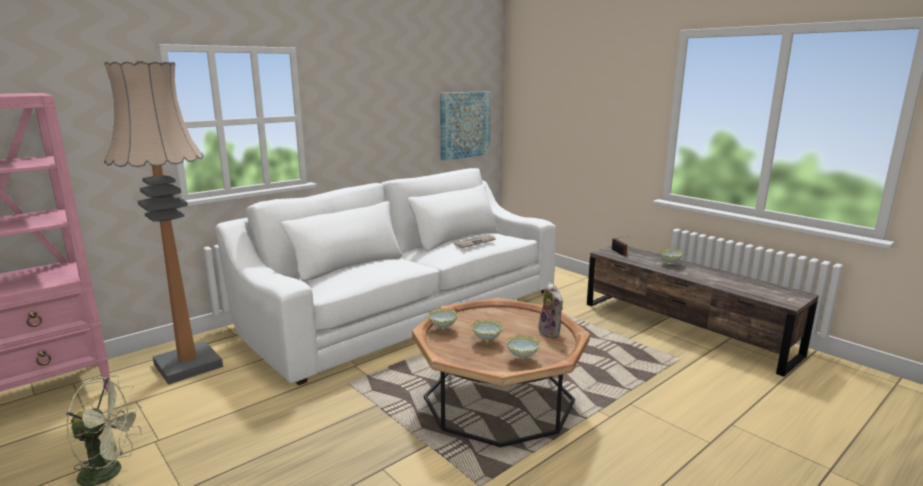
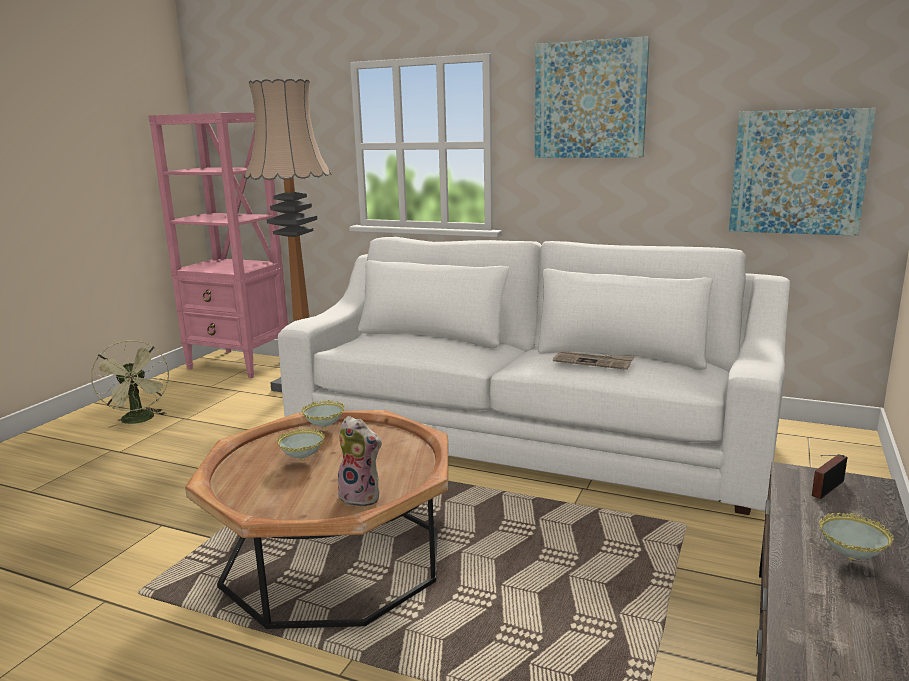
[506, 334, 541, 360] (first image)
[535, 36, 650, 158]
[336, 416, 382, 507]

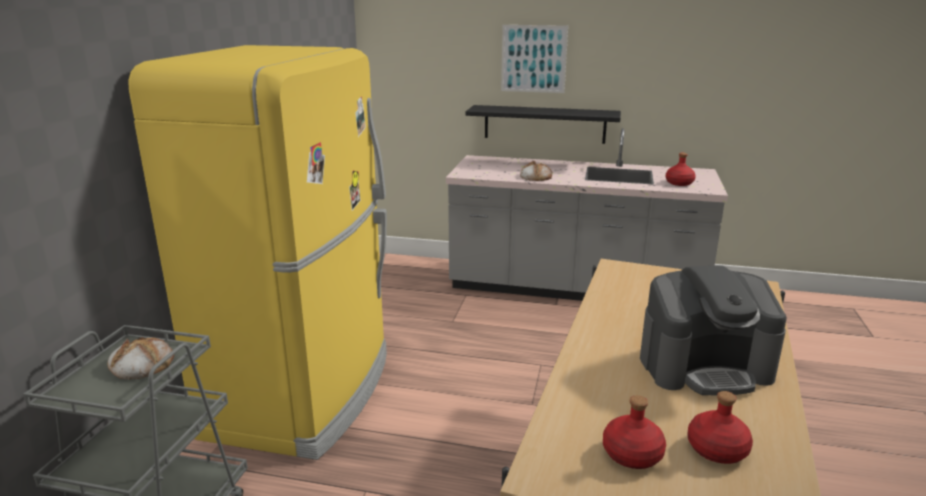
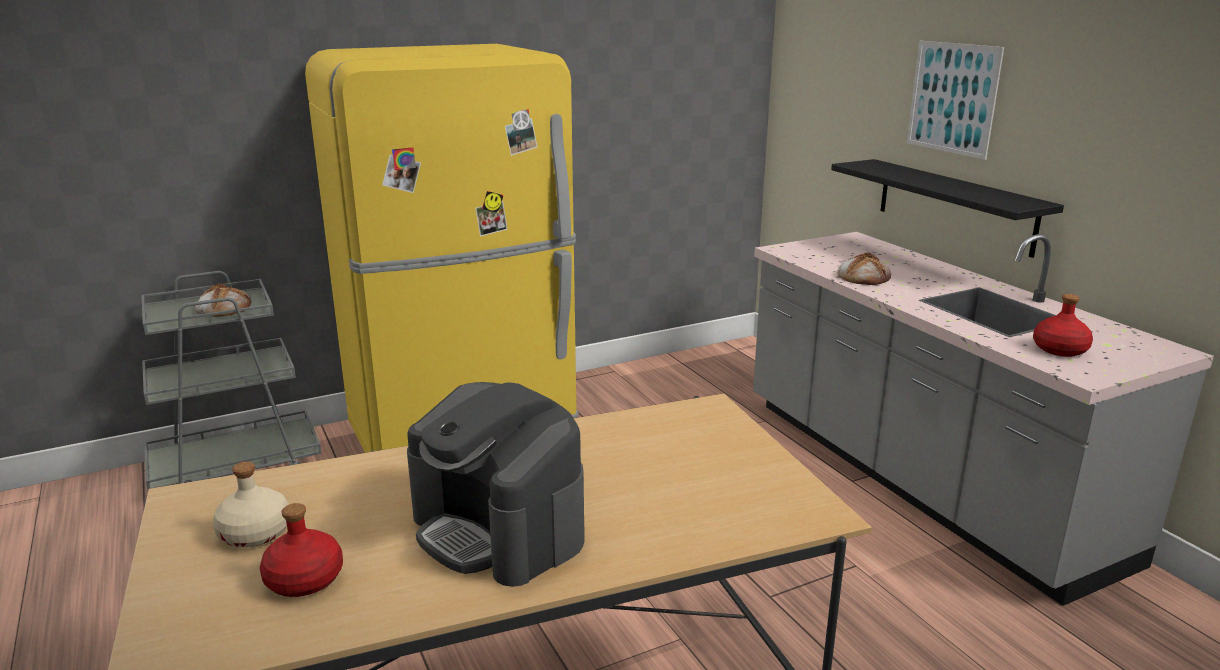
[213, 461, 289, 547]

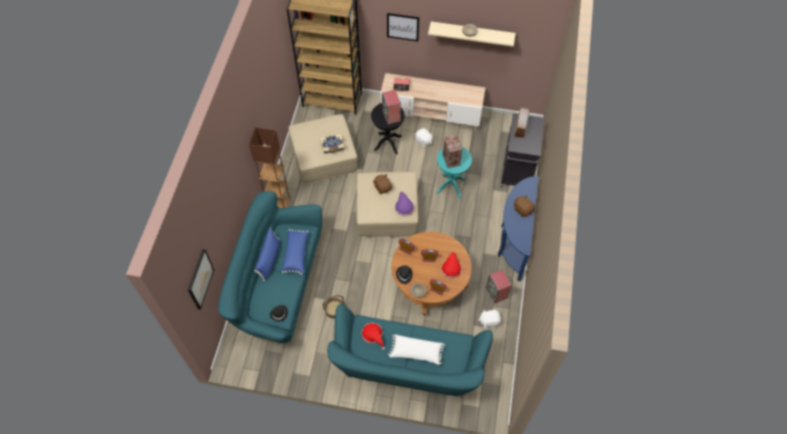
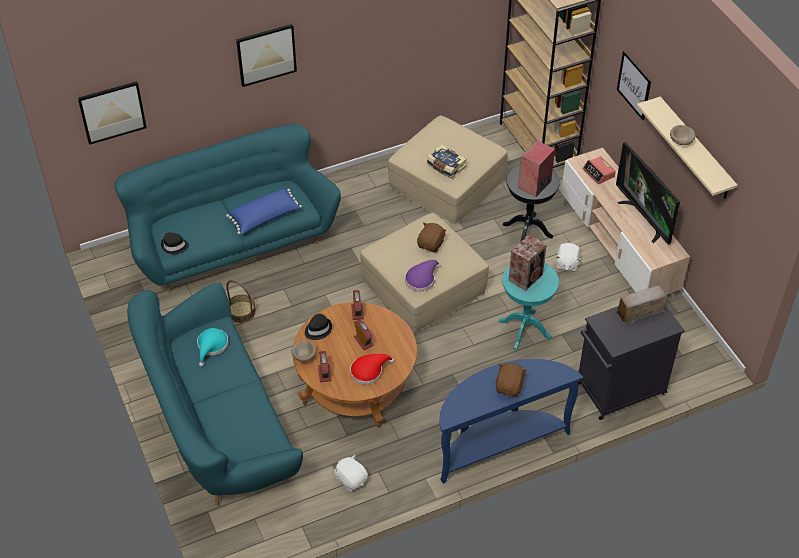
[249, 127, 291, 208] (first image)
[254, 228, 280, 281] (first image)
[388, 334, 445, 365] (first image)
[486, 269, 512, 303] (first image)
[236, 24, 297, 87]
[616, 142, 680, 245]
[197, 328, 229, 367]

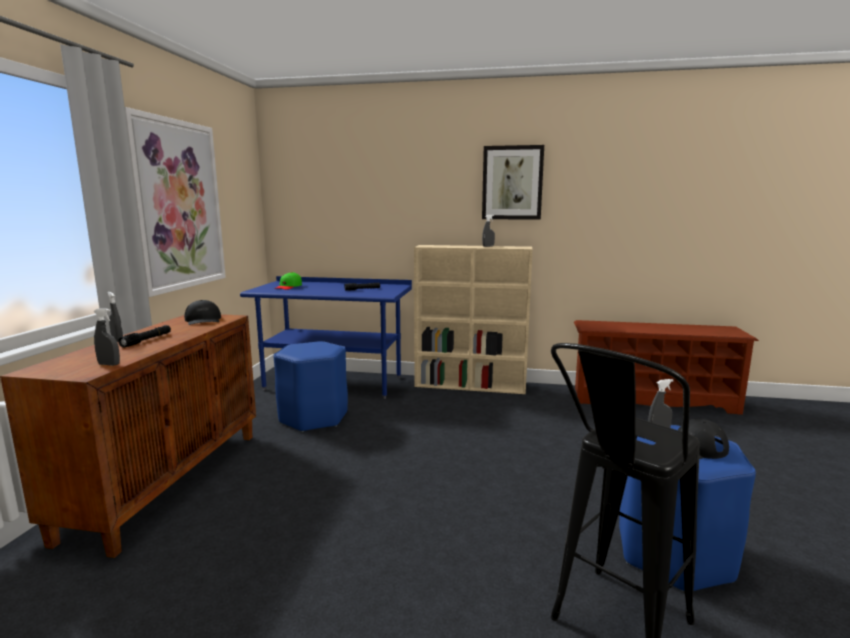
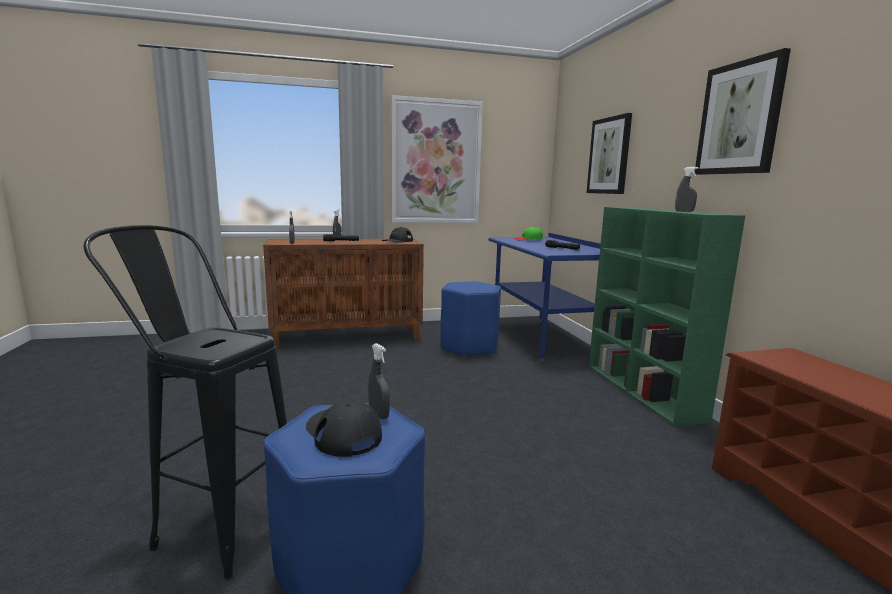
[587, 113, 632, 194]
[589, 207, 745, 427]

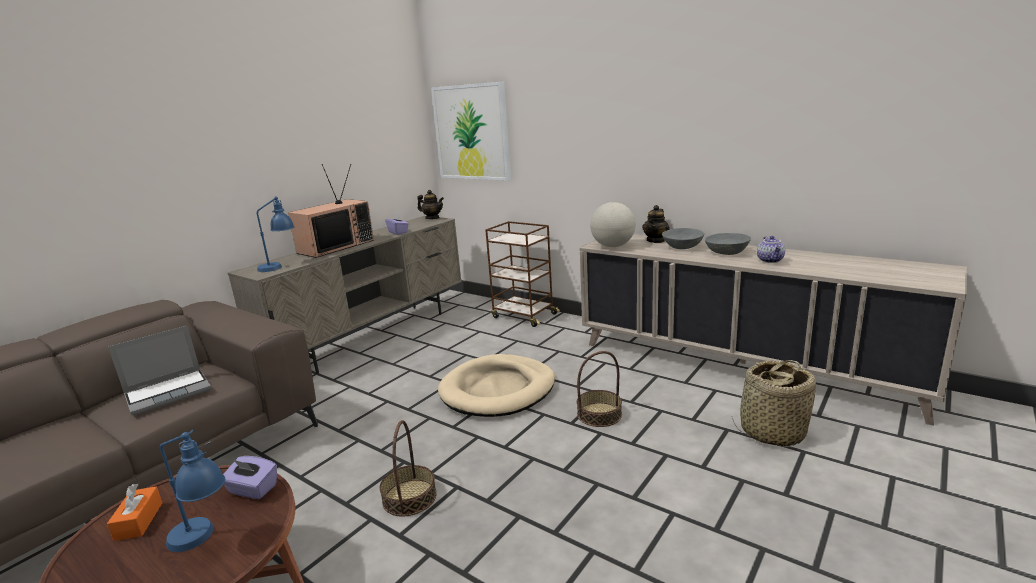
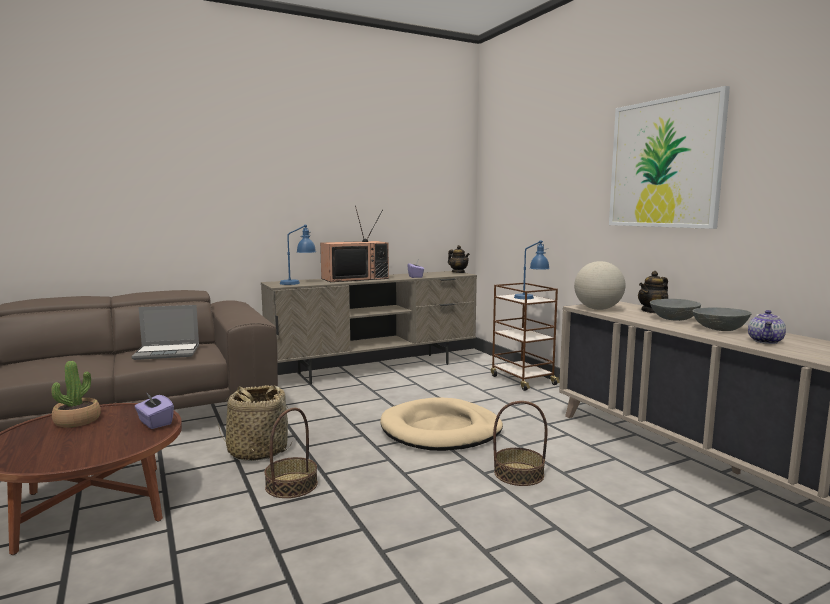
[514, 240, 550, 299]
[609, 86, 730, 229]
[218, 385, 293, 461]
[51, 361, 101, 427]

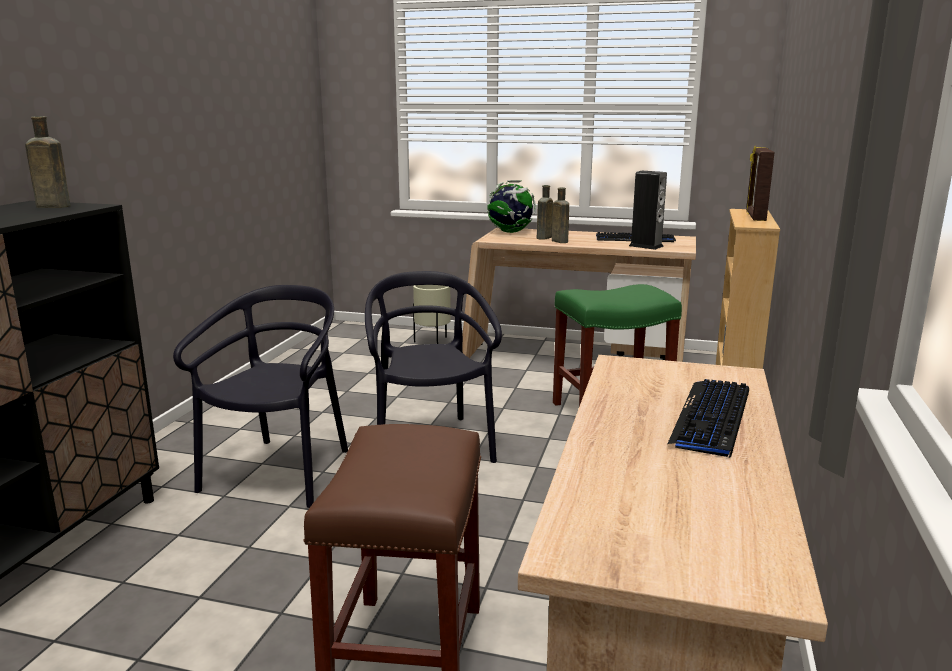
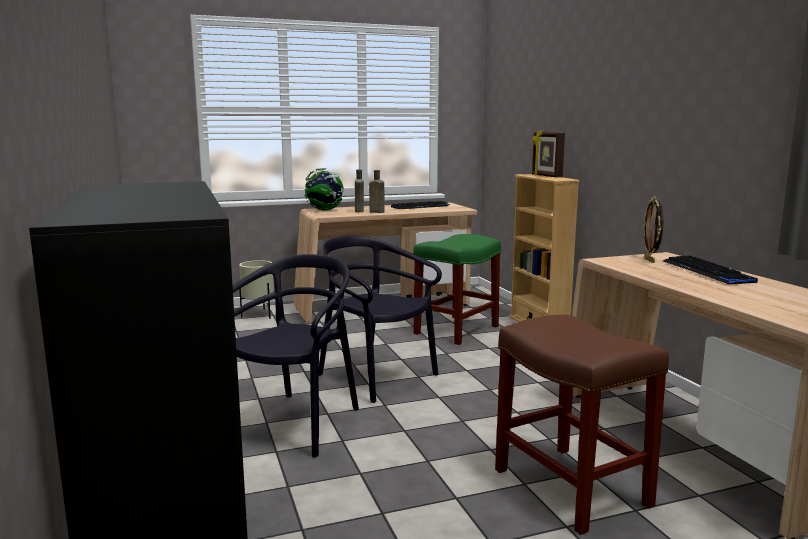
[25, 116, 70, 208] (first image)
[629, 171, 667, 250] (first image)
[643, 196, 663, 263]
[233, 254, 359, 458]

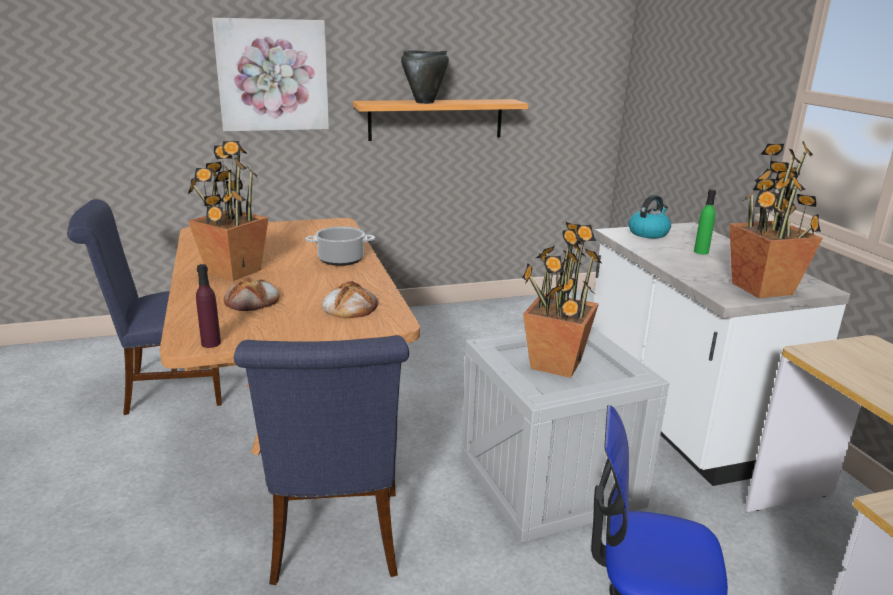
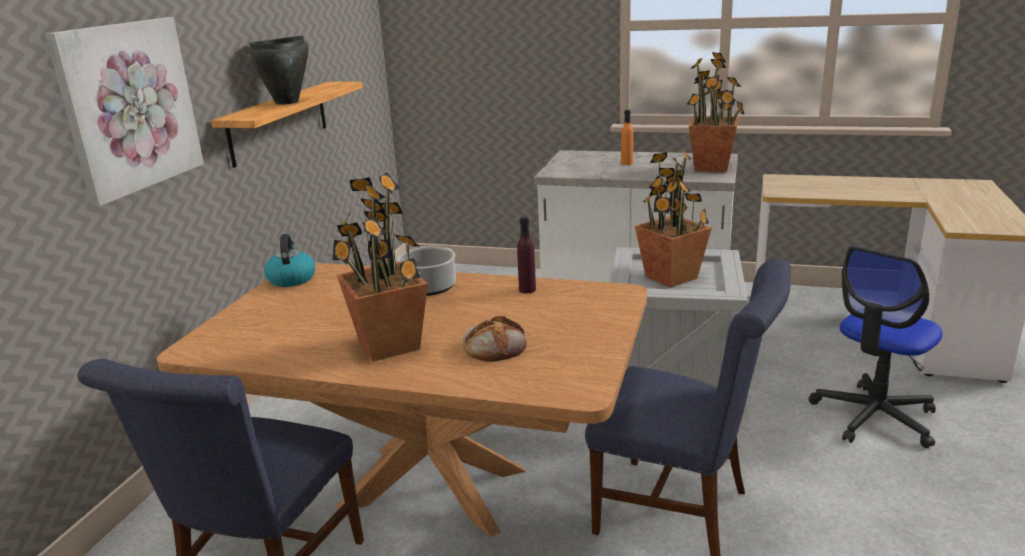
[322, 281, 378, 318] (first image)
[517, 217, 536, 294]
[264, 234, 315, 287]
[621, 110, 633, 165]

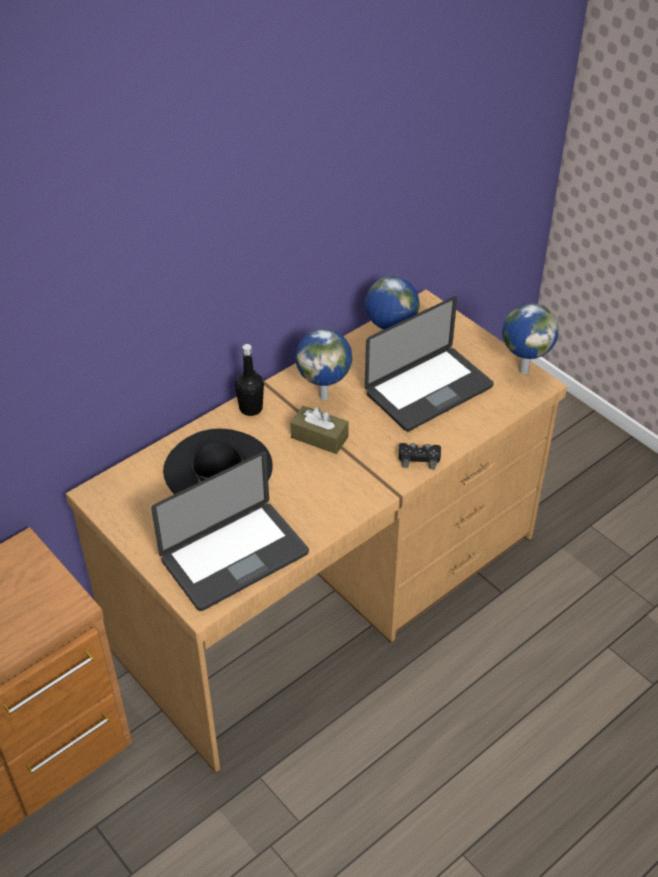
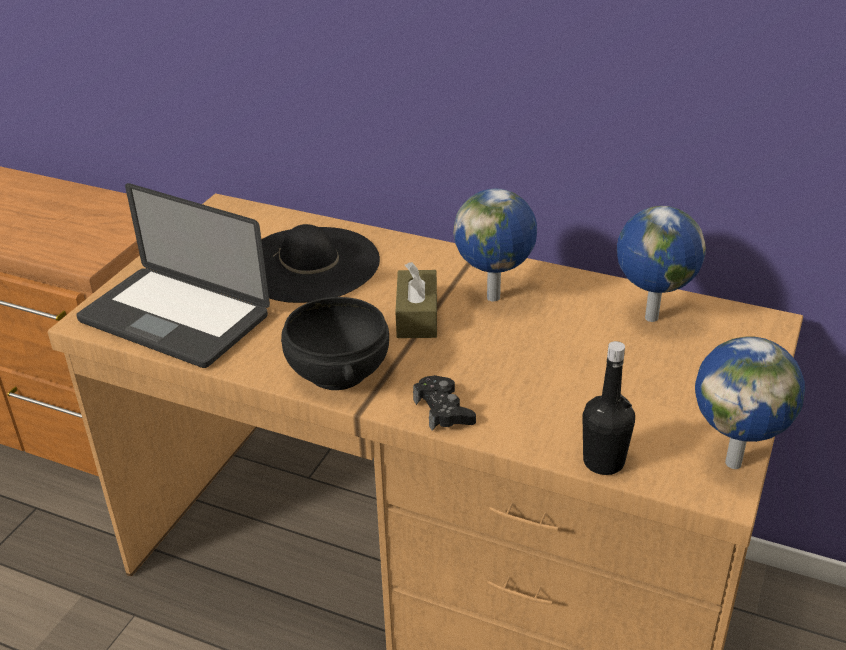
[365, 296, 494, 431] (first image)
[281, 297, 389, 390]
[582, 341, 635, 475]

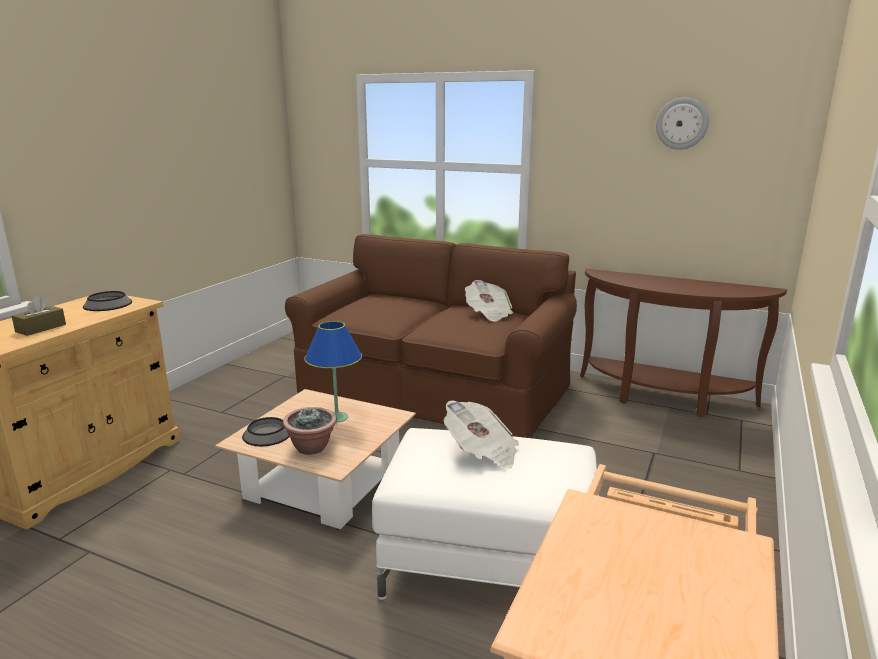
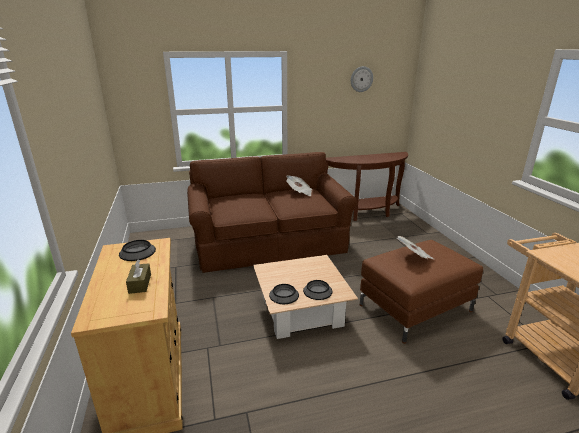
[304, 321, 362, 423] (first image)
[303, 280, 333, 300]
[360, 240, 483, 344]

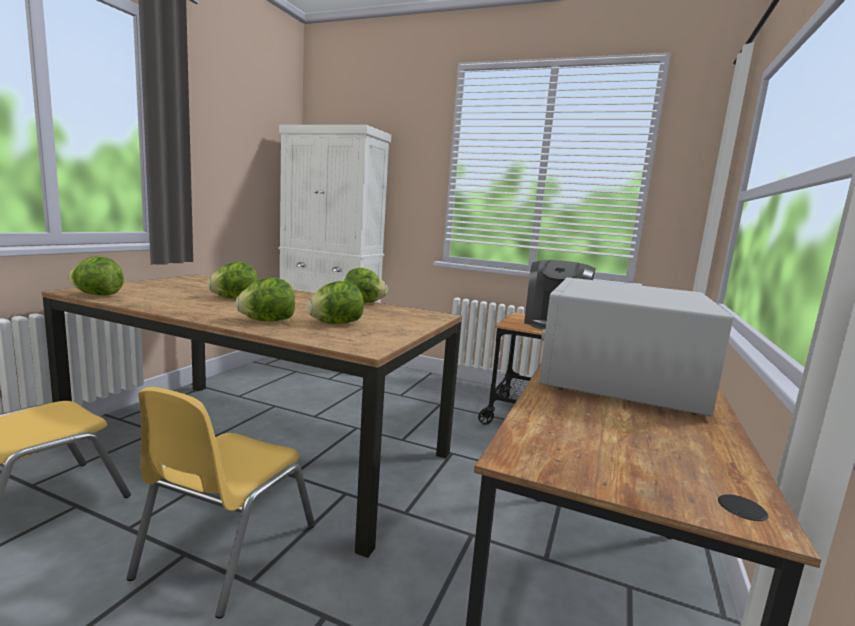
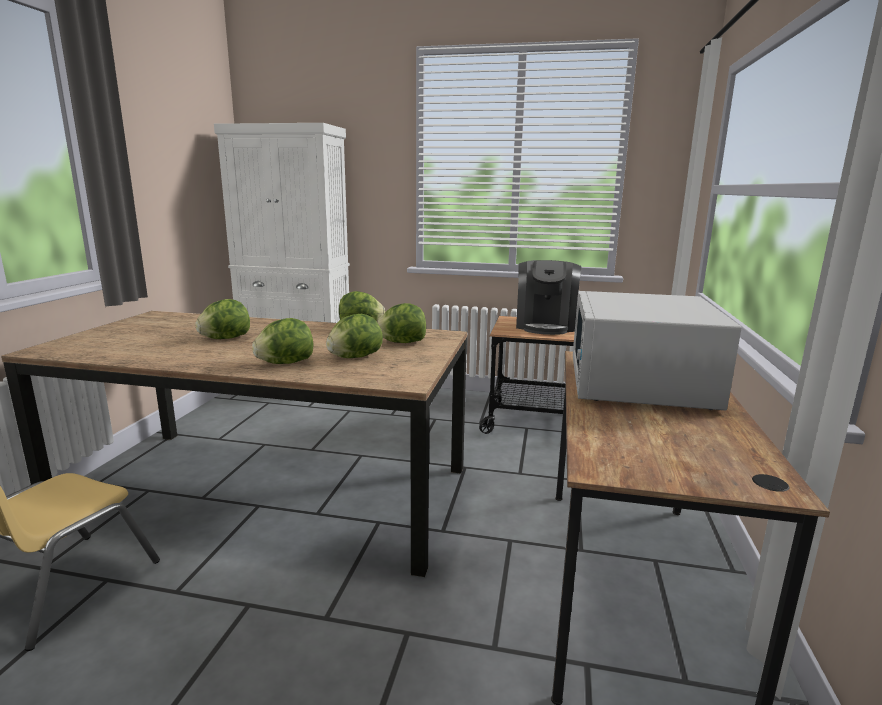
[126, 387, 315, 619] (first image)
[377, 303, 426, 343]

